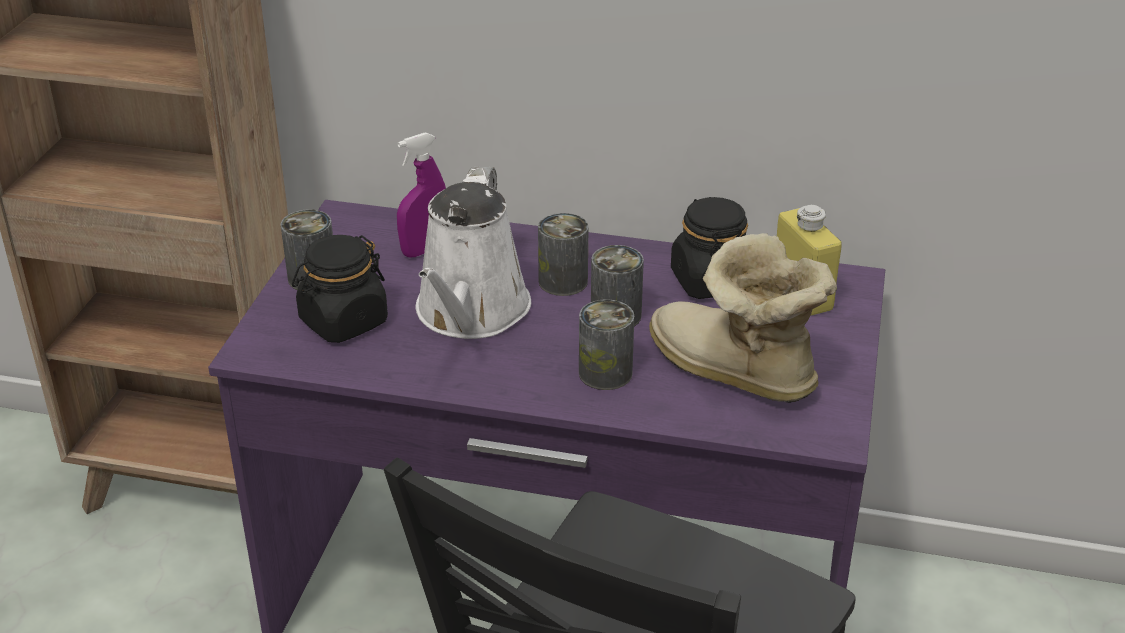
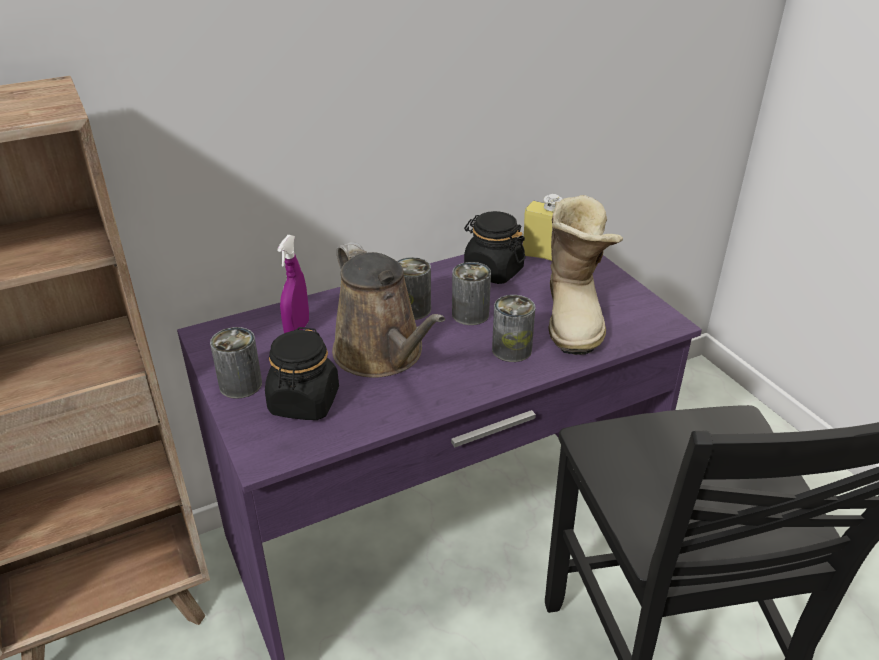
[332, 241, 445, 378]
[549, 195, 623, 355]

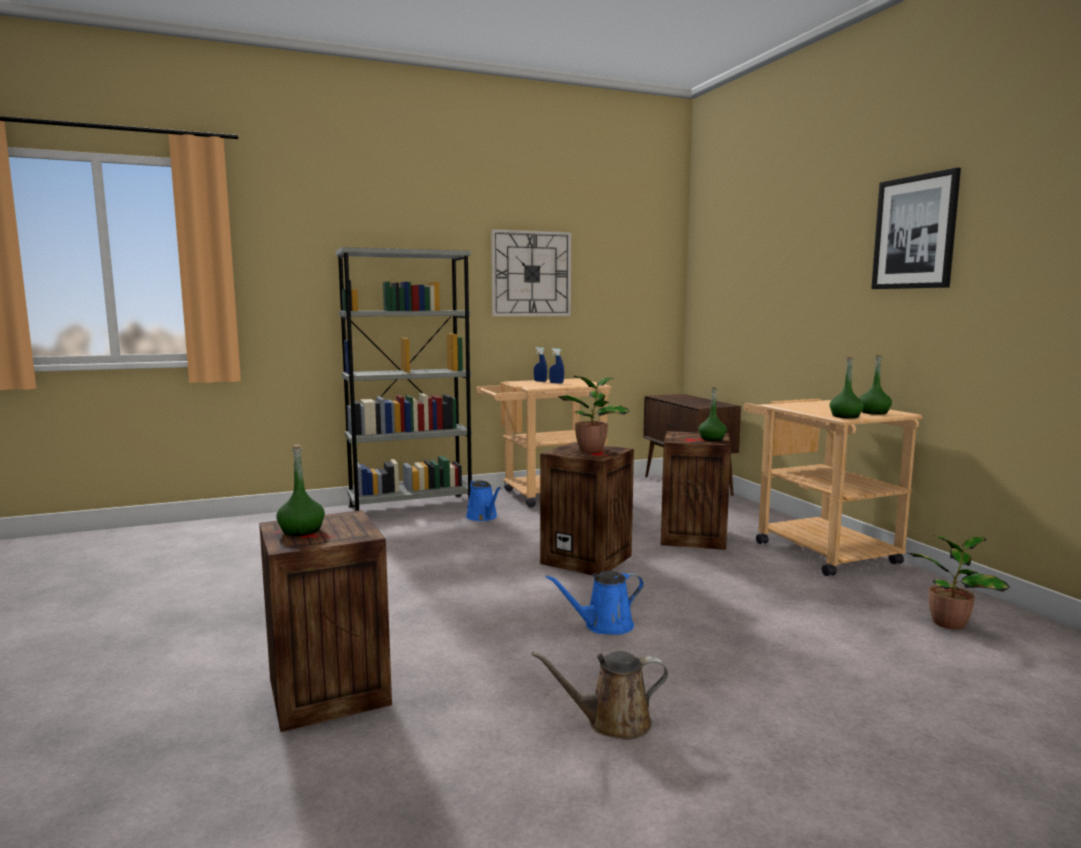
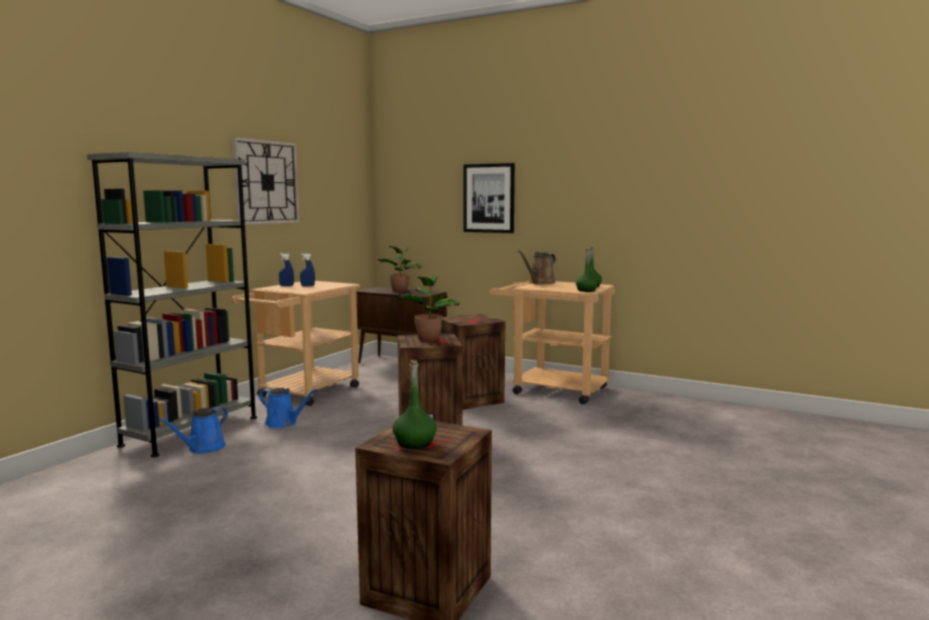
[699, 387, 727, 441] (first image)
[518, 250, 556, 284]
[159, 407, 228, 454]
[463, 163, 515, 233]
[378, 246, 422, 292]

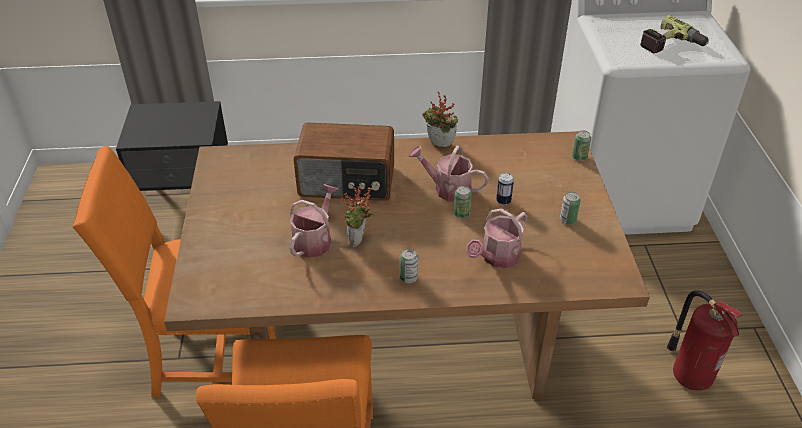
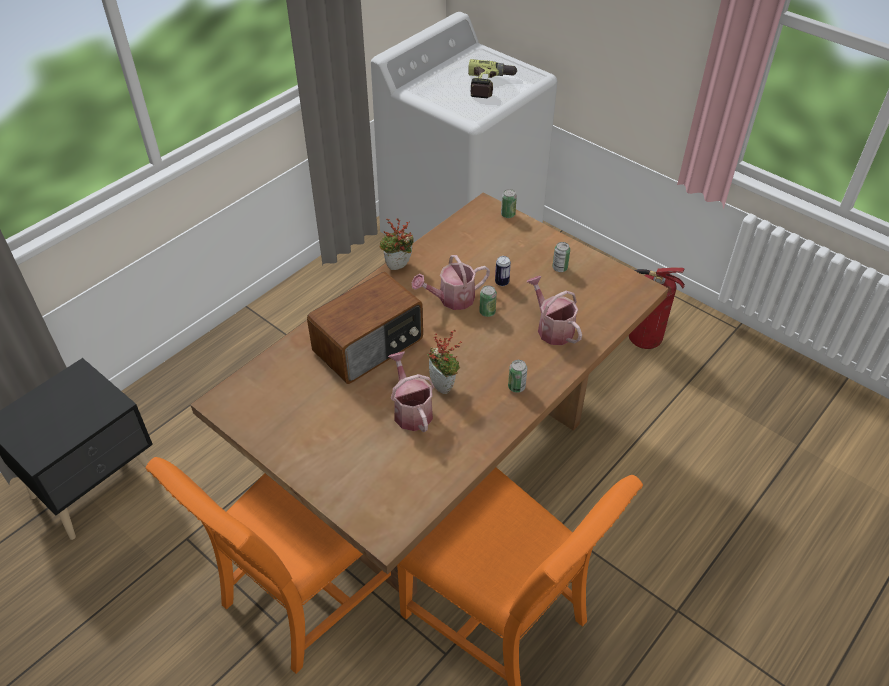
[526, 276, 582, 345]

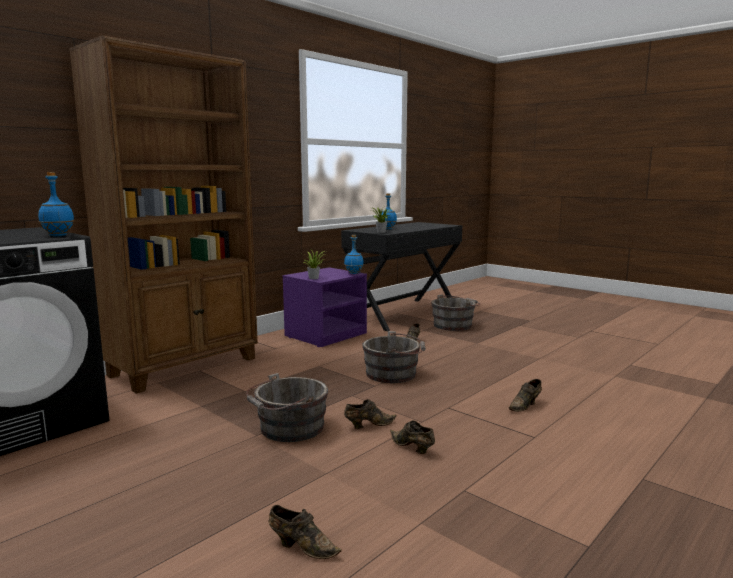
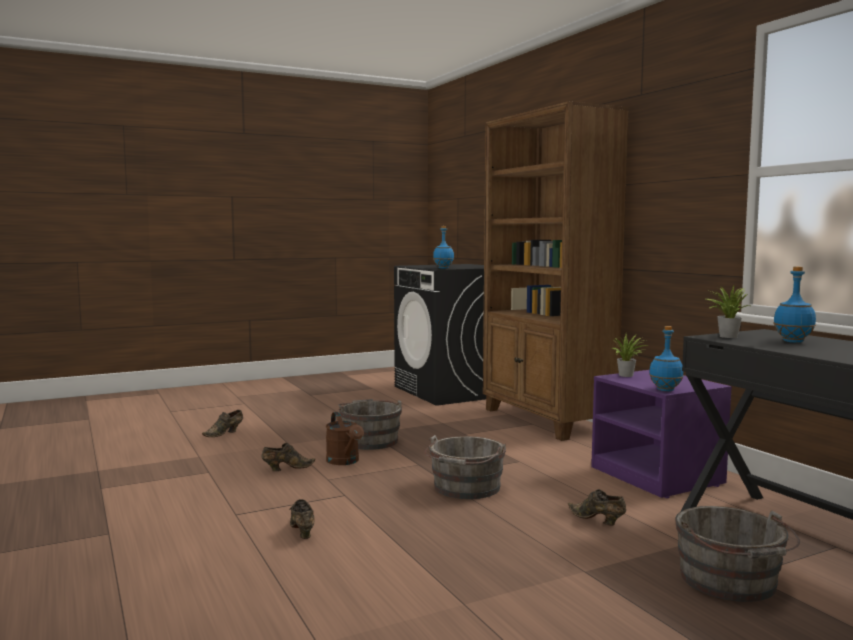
[326, 412, 364, 465]

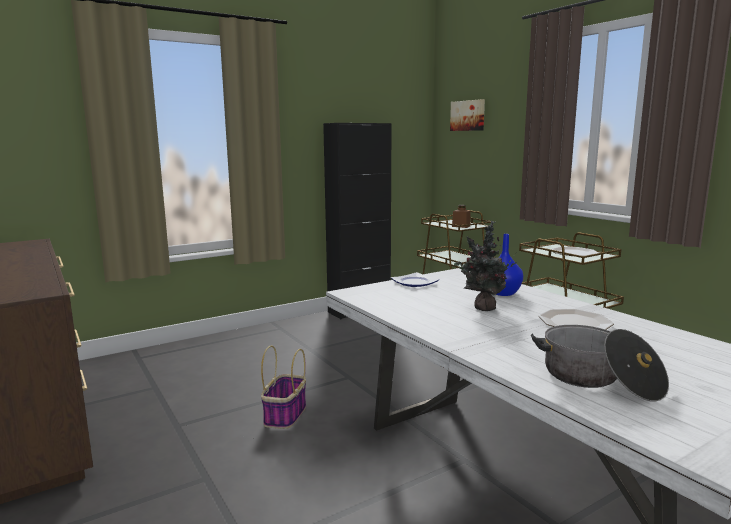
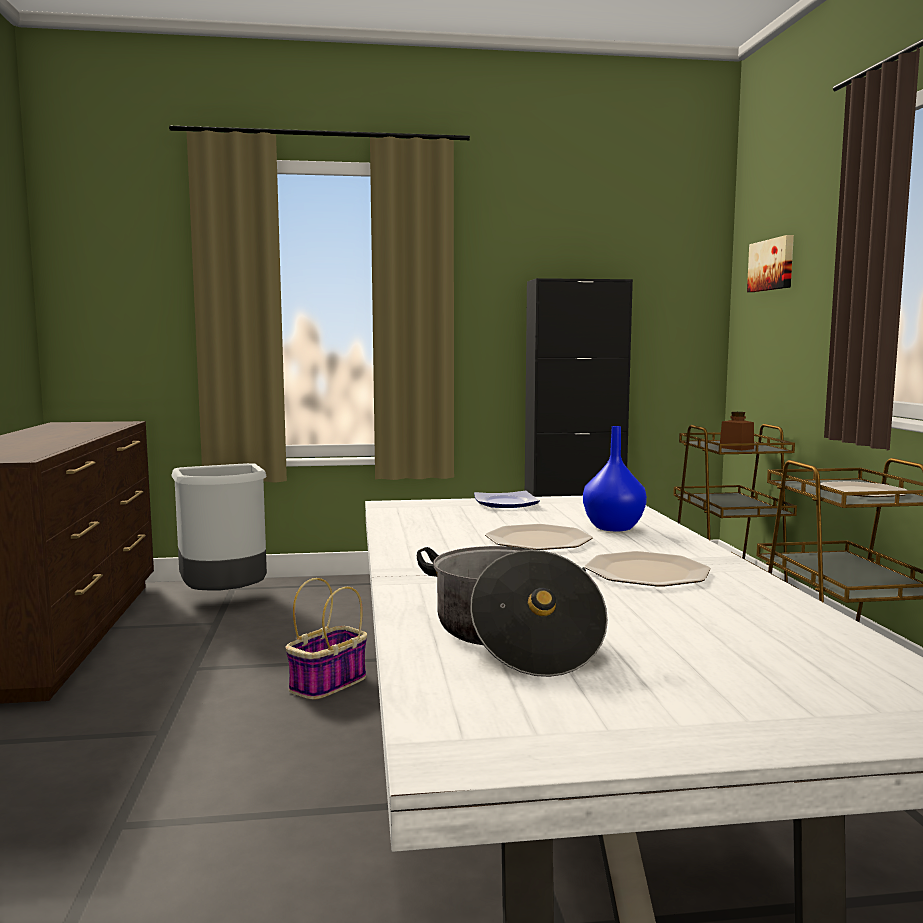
[171, 463, 267, 591]
[485, 524, 593, 550]

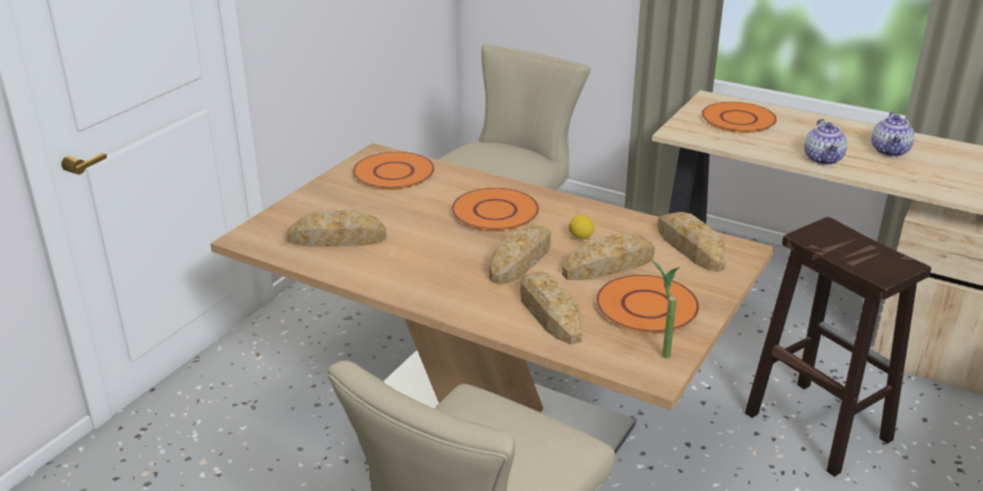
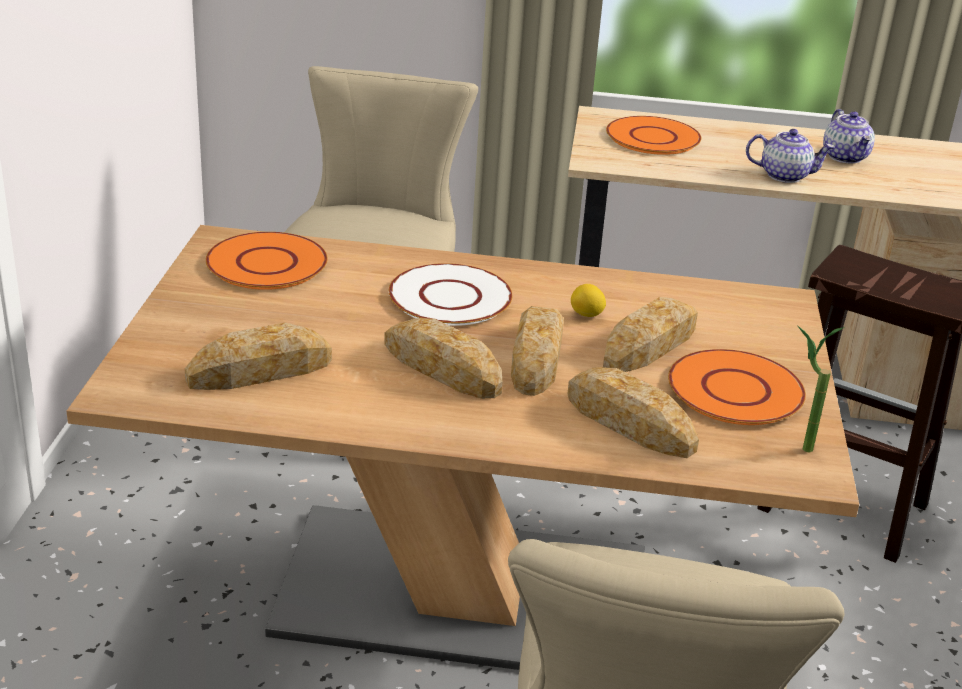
[384, 318, 503, 399]
[389, 263, 512, 326]
[746, 129, 835, 183]

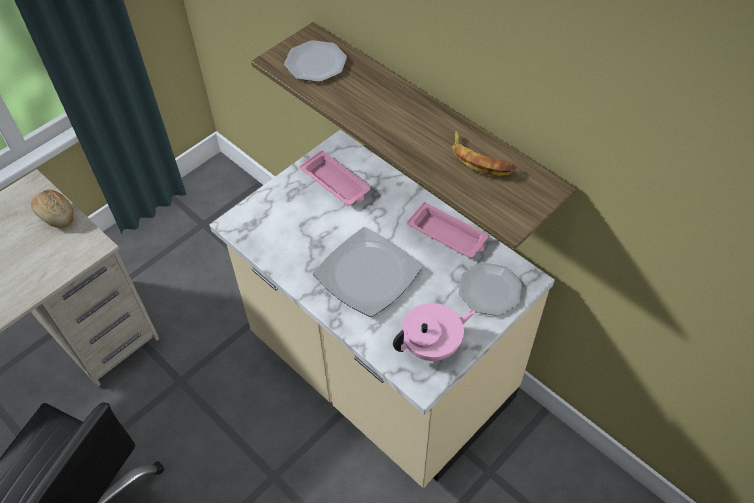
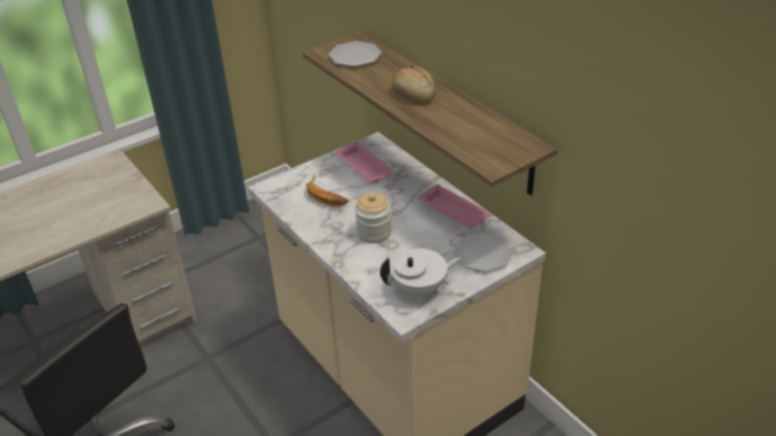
[392, 66, 435, 103]
[306, 175, 349, 206]
[355, 193, 392, 243]
[380, 248, 461, 299]

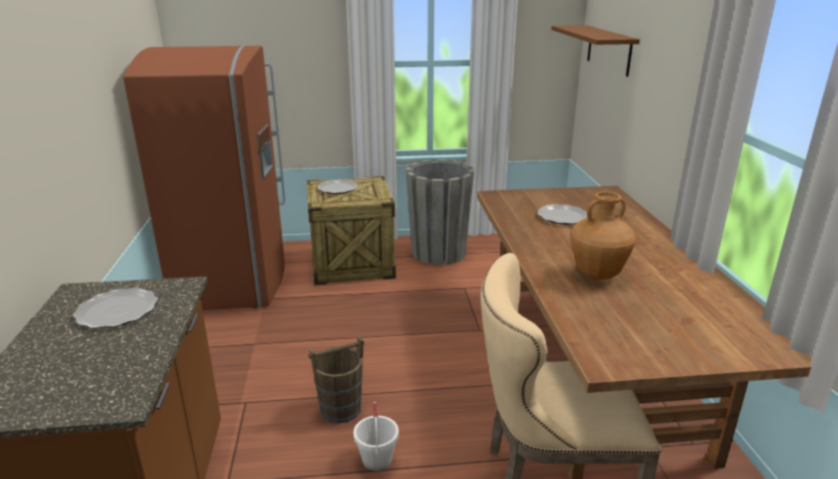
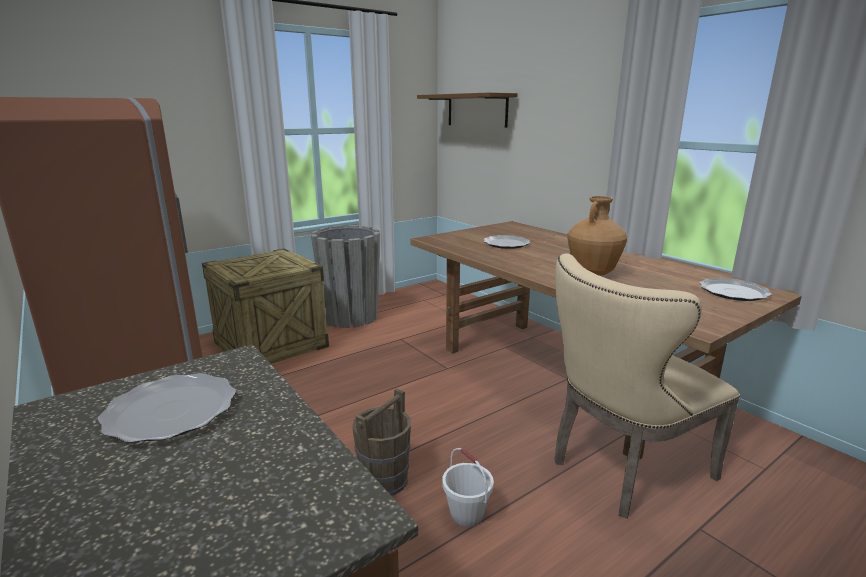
[699, 278, 772, 301]

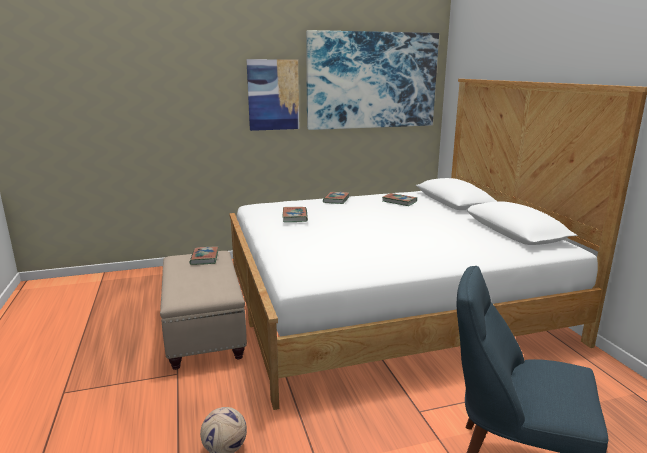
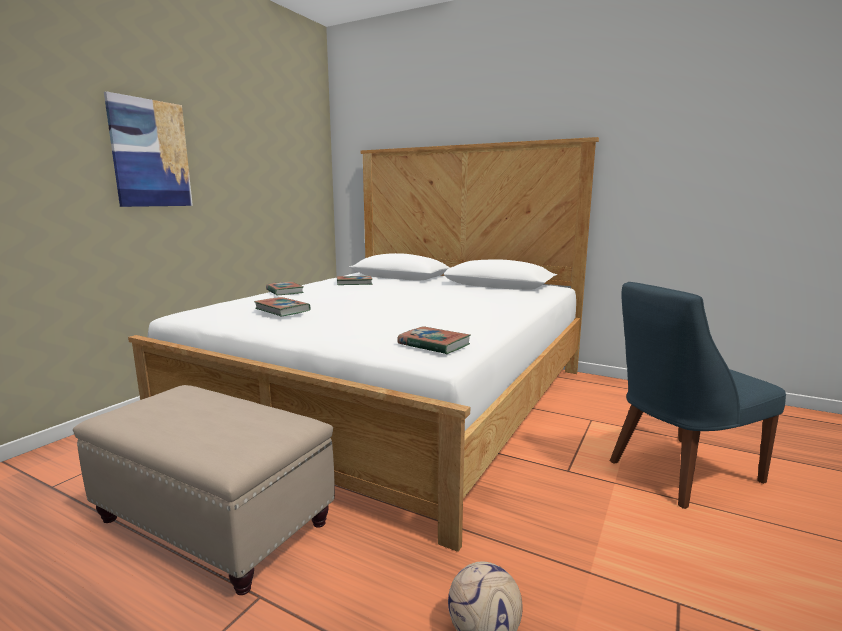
[306, 30, 439, 130] (first image)
[397, 326, 471, 355]

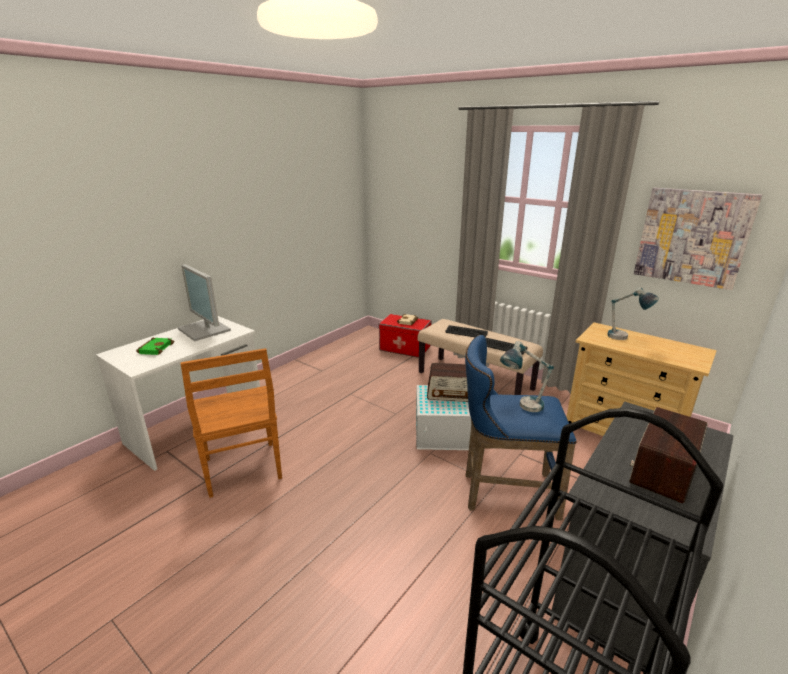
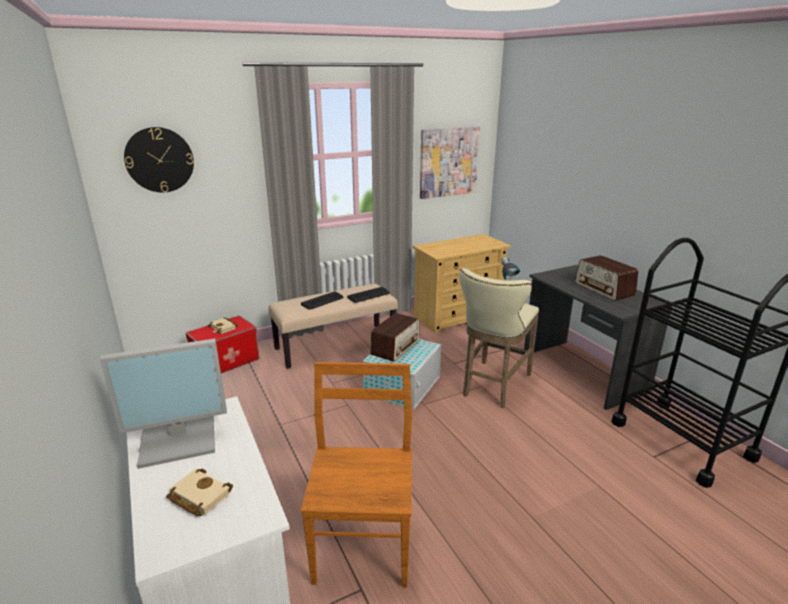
[607, 288, 659, 340] (first image)
[124, 127, 194, 192]
[166, 469, 233, 516]
[459, 268, 539, 408]
[301, 362, 412, 588]

